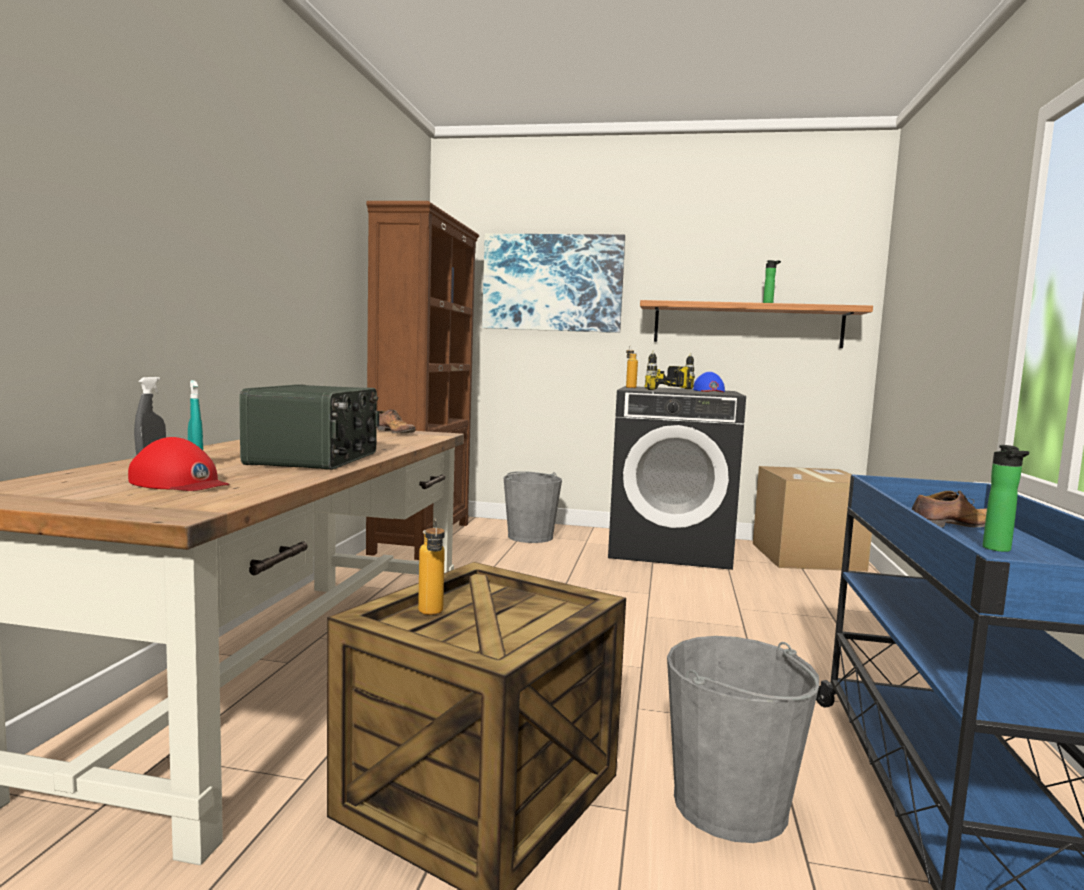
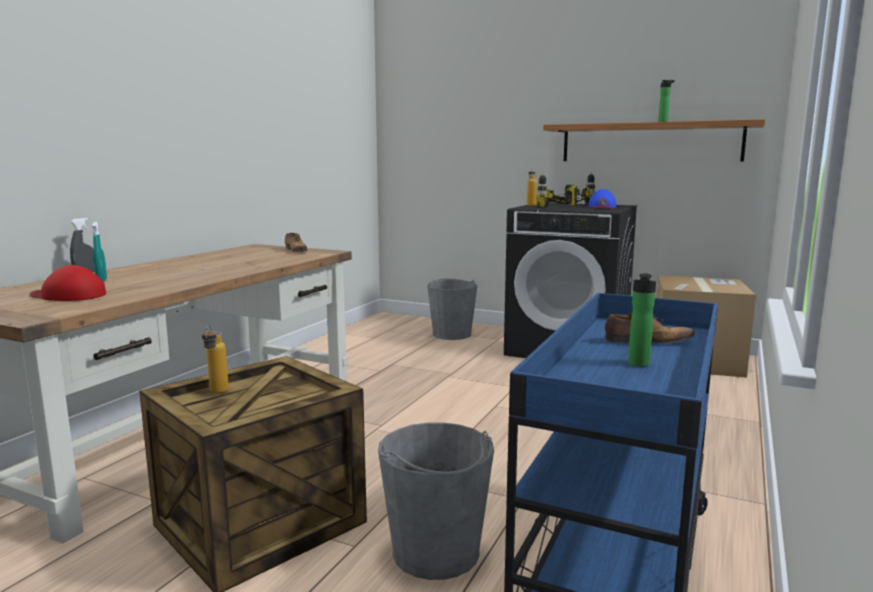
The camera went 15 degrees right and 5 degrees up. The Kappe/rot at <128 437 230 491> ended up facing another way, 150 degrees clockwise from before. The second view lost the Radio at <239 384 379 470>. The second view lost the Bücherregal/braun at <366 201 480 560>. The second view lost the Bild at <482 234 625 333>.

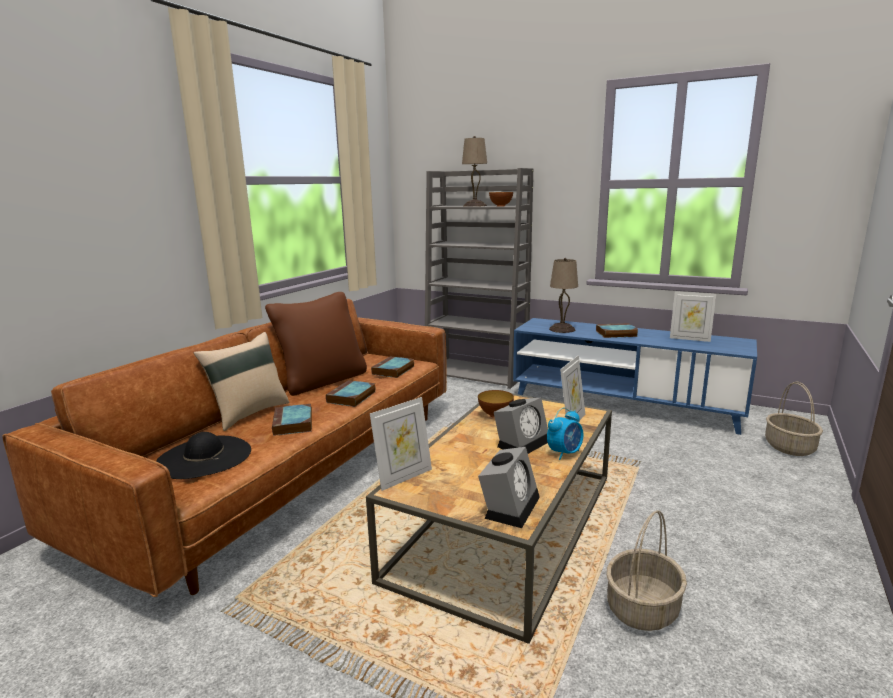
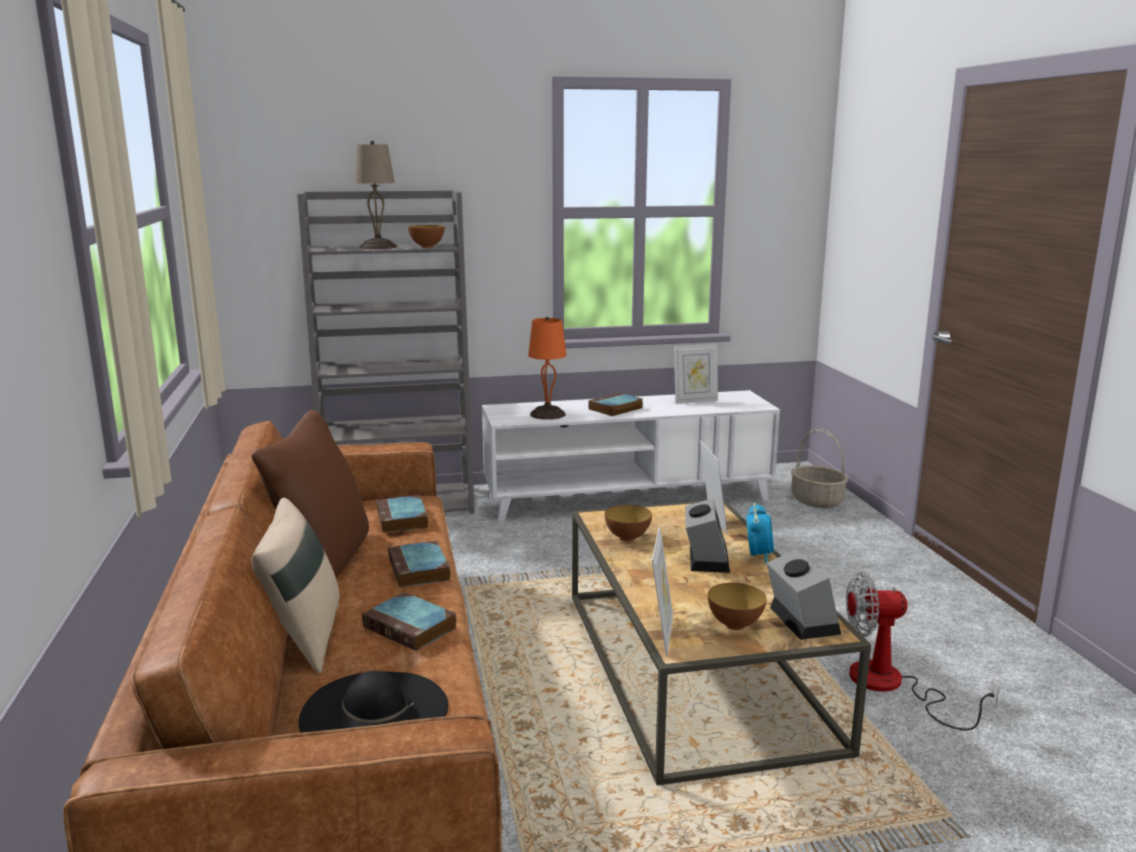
The camera went 40 degrees left and 0 degrees up. What was the Fernsehschrank/blau at <513 318 757 435> turned into the Fernsehschrank/weiß at <482 390 780 522>. What was the Tischlampe/beige at <549 258 578 333> turned into the Tischlampe/orange at <528 317 567 420>. The second view gained the Schüssel at <708 583 767 630>. Where the Korb stood at <606 510 687 631>, the Ventilator came to stand at <846 572 999 730>.

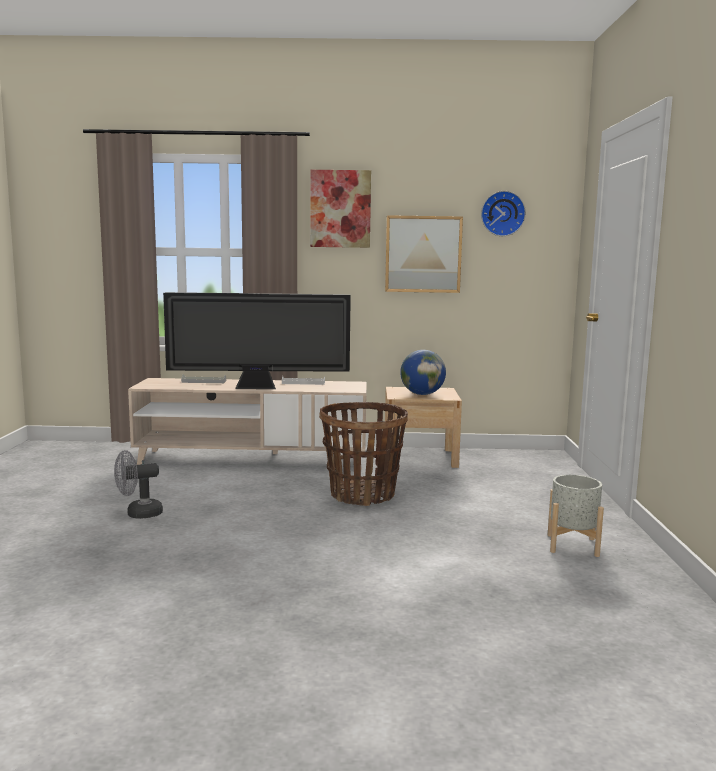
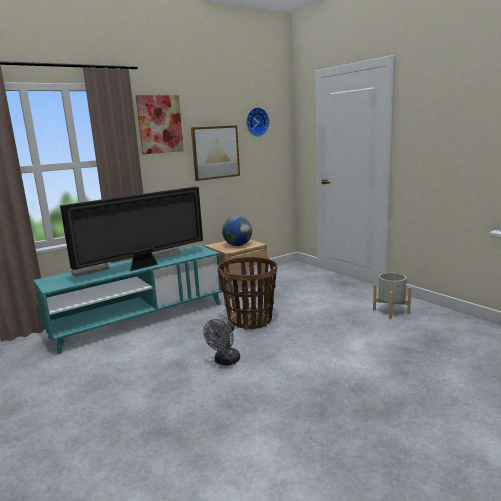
The camera went 35 degrees left and 5 degrees up. What was the Fernsehschrank/beige at <128 378 367 470> turned into the Fernsehschrank/türkis at <33 245 223 354>. The Ventilator/grau ended up elsewhere, having gone from <114 450 163 519> to <204 319 240 365>.

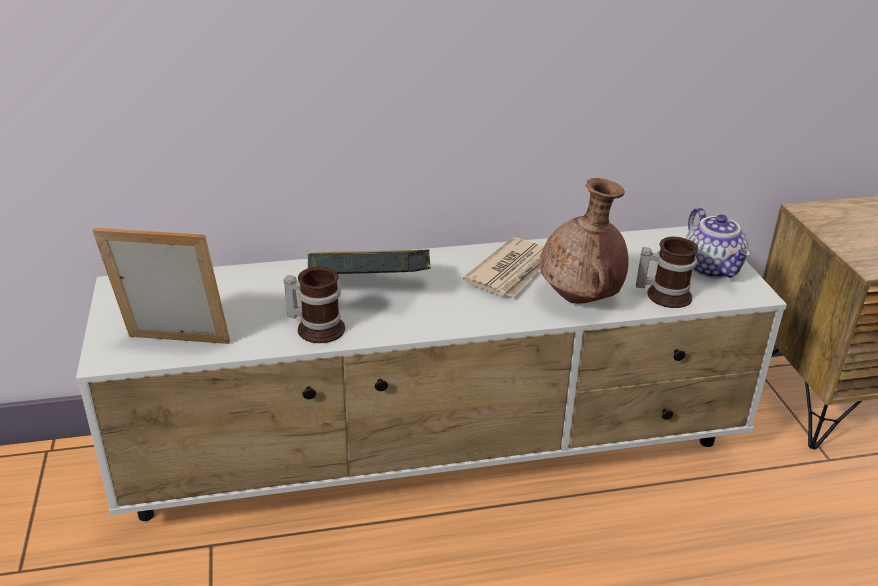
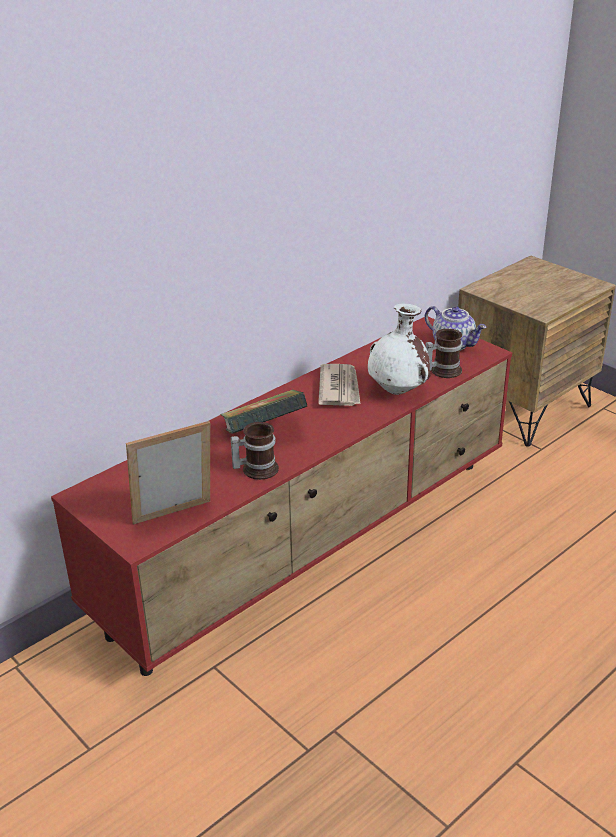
The camera went 30 degrees left and 0 degrees up. What was the Fernsehschrank/weiß at <76 226 787 521> turned into the Fernsehschrank/rot at <51 317 512 676>. What was the Vase/braun at <540 178 629 304> turned into the Vase/weiß at <368 303 430 395>.

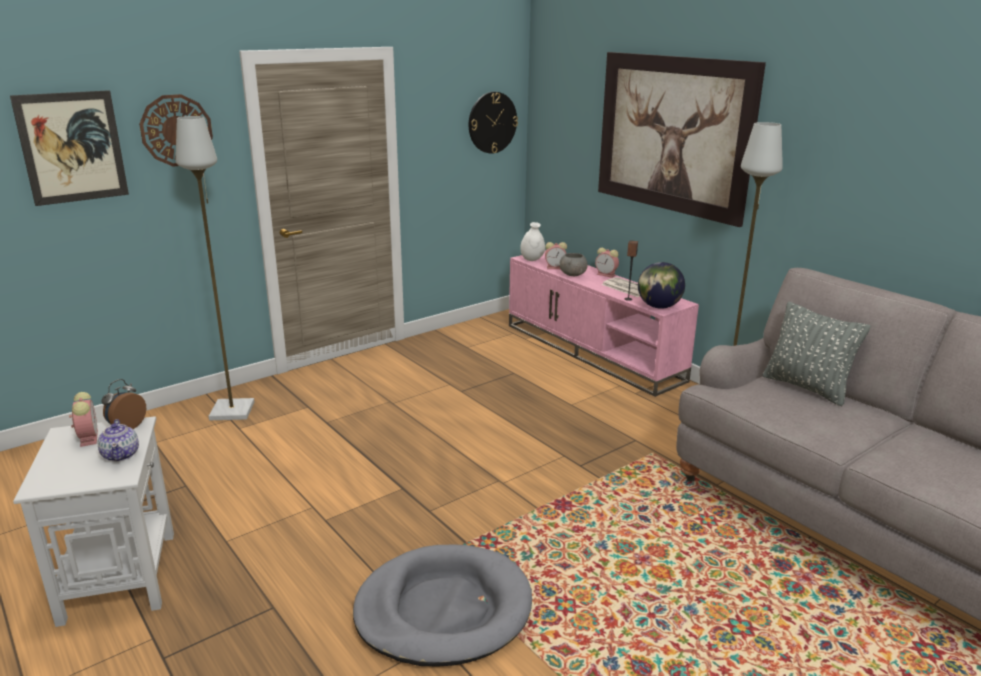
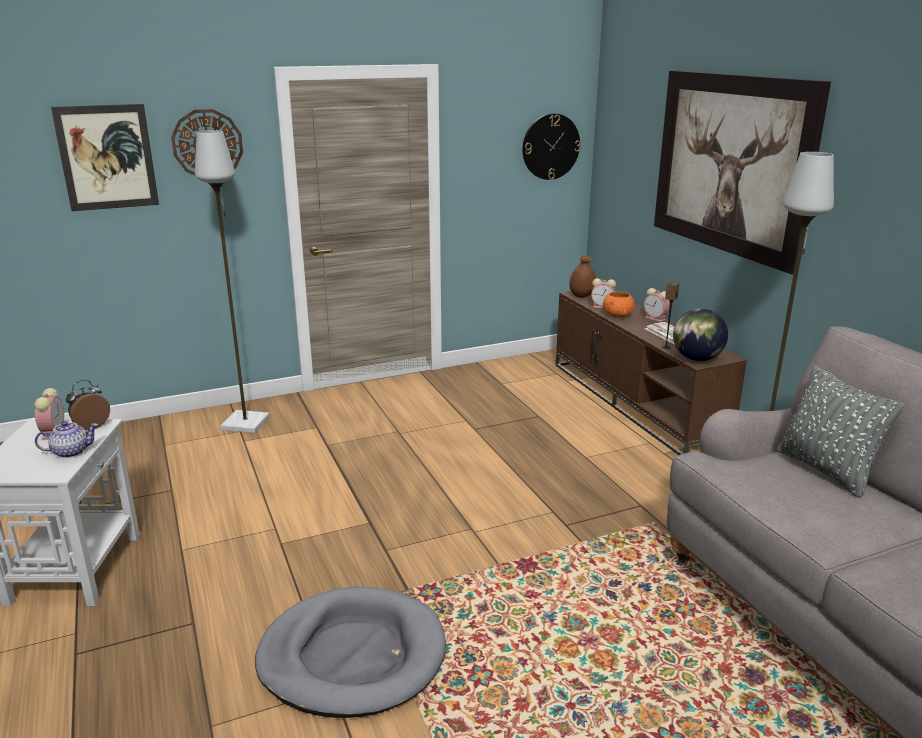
The camera went 15 degrees right and 0 degrees up. The Teekanne at <97 419 139 462> ended up facing another way, 105 degrees counterclockwise from before. What was the Fernsehschrank/rosa at <509 250 699 397> turned into the Fernsehschrank/braun at <556 291 747 455>. What was the Vase/weiß at <520 222 545 261> turned into the Vase/braun at <569 256 596 298>. What was the Schüssel/grau at <559 253 588 276> turned into the Schüssel/orange at <603 292 634 318>.

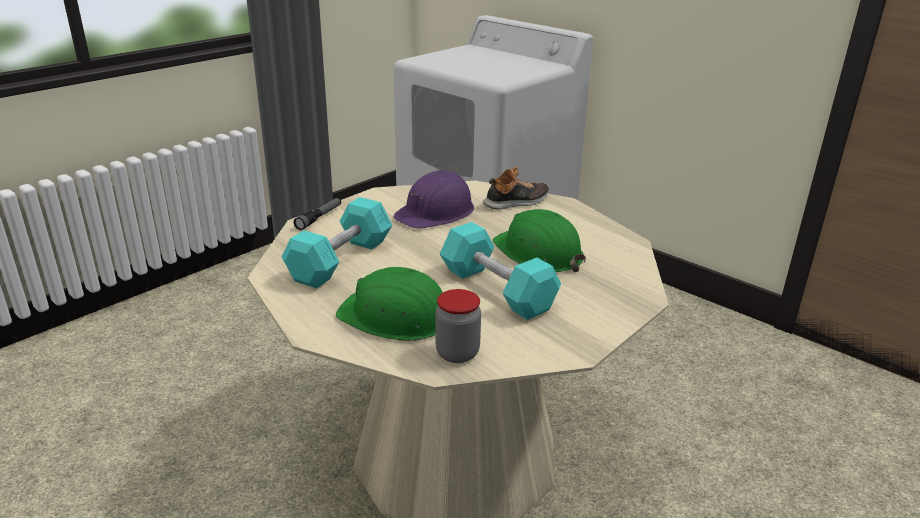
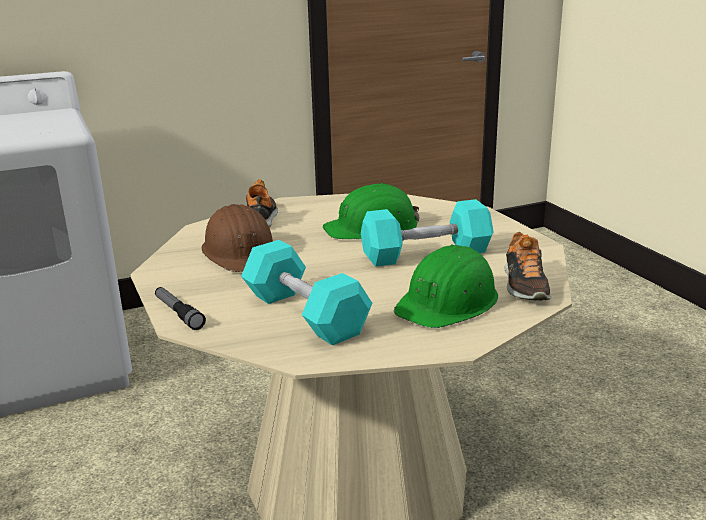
The camera went 65 degrees left and 5 degrees down. What was the Schutzhelm/lila at <393 170 474 229> turned into the Schutzhelm/braun at <202 204 273 272>. Where the Vorratsglas stood at <435 289 481 363>, the Schuh came to stand at <504 232 551 301>.

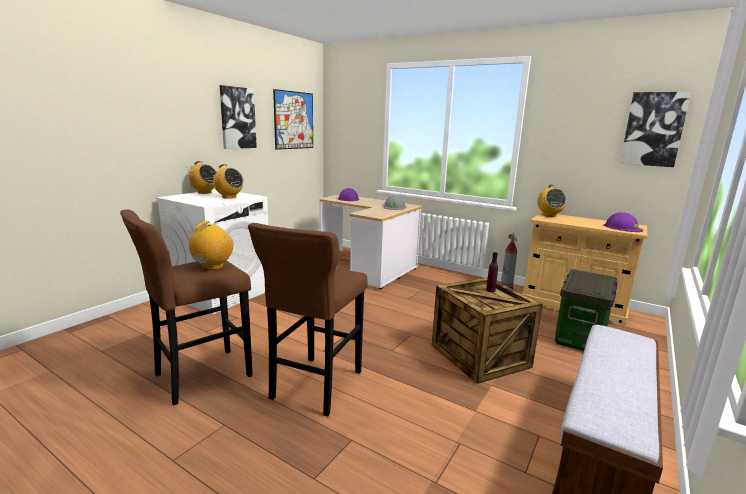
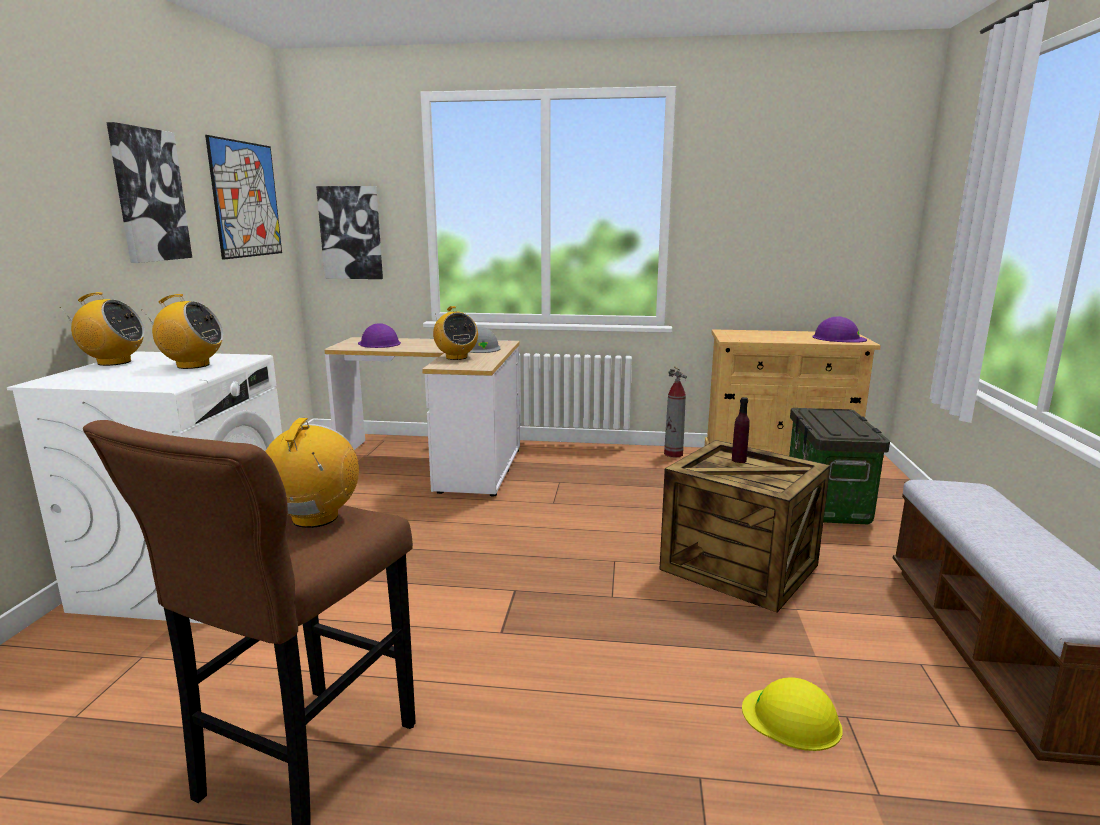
The camera went 25 degrees left and 0 degrees up. The Bild ended up elsewhere, having gone from <620 92 691 167> to <316 186 383 279>. The Radio ended up elsewhere, having gone from <537 185 567 217> to <433 306 478 360>. The second view gained the Schutzhelm/gelb at <742 677 843 751>. The second view lost the Hocker/braun at <248 223 368 417>.

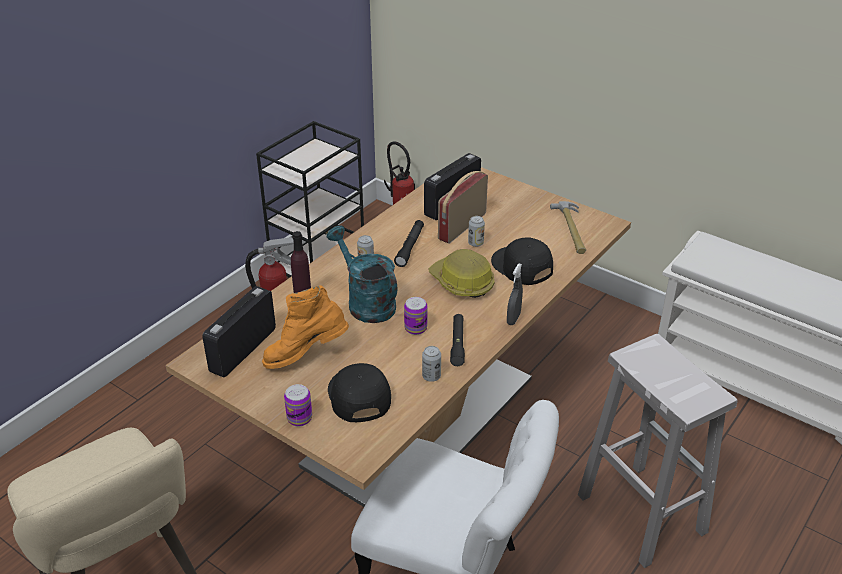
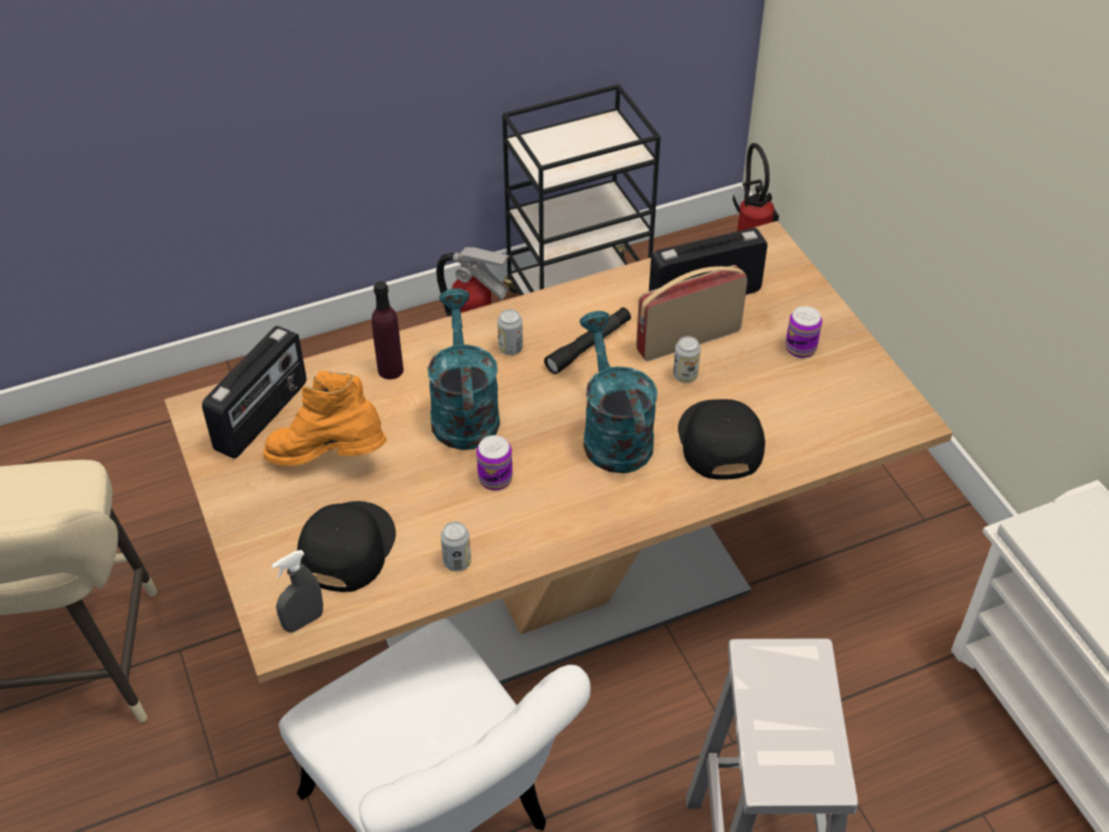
The camera went 30 degrees right and 10 degrees up. The Radio at <202 286 276 377> ended up facing another way, 150 degrees clockwise from before. The Sprühflasche/grau ended up elsewhere, having gone from <507 263 523 325> to <271 550 323 632>. Where the Schutzhelm stood at <429 249 494 298>, the Gießkanne/türkis came to stand at <579 311 657 473>. The Dose ended up elsewhere, having gone from <284 384 312 426> to <786 306 822 358>. The second view lost the Taschenlampe/schwarz at <450 314 465 366>. The second view lost the Hammer at <550 201 586 254>.

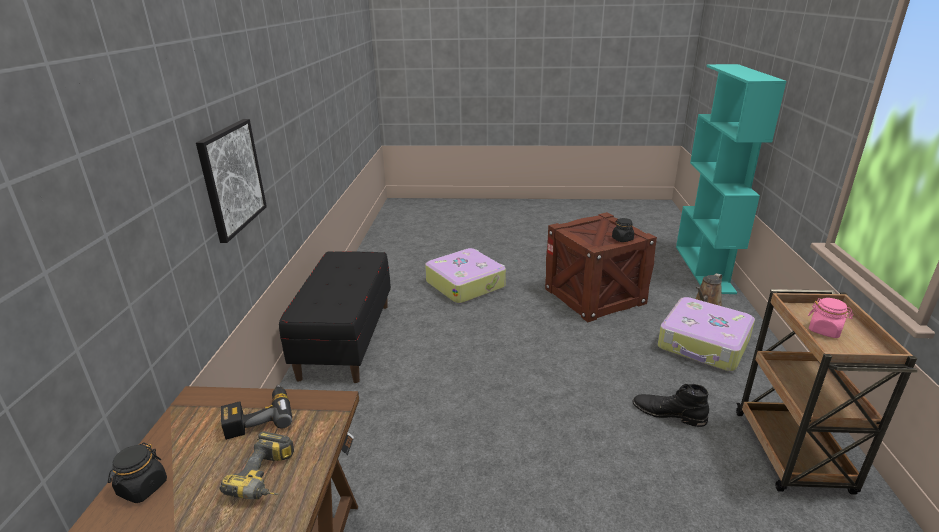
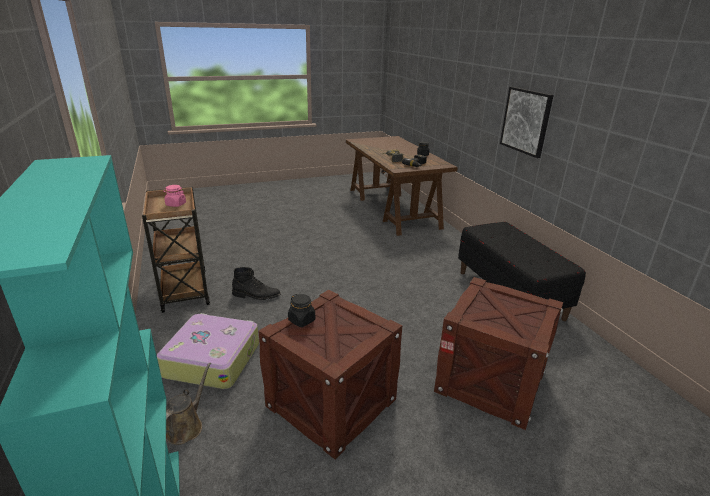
The camera went 155 degrees right and 0 degrees up. Where the Koffer stood at <425 248 506 304>, the Kiste came to stand at <434 277 563 430>.

